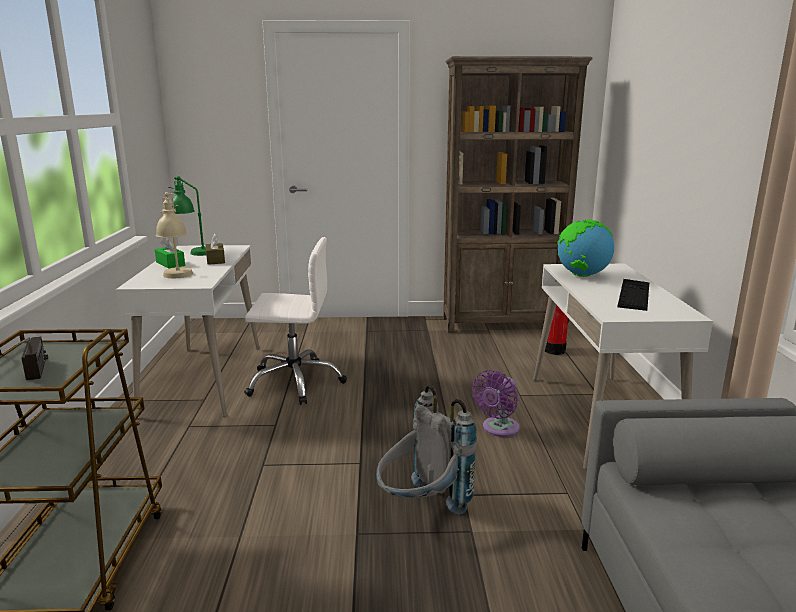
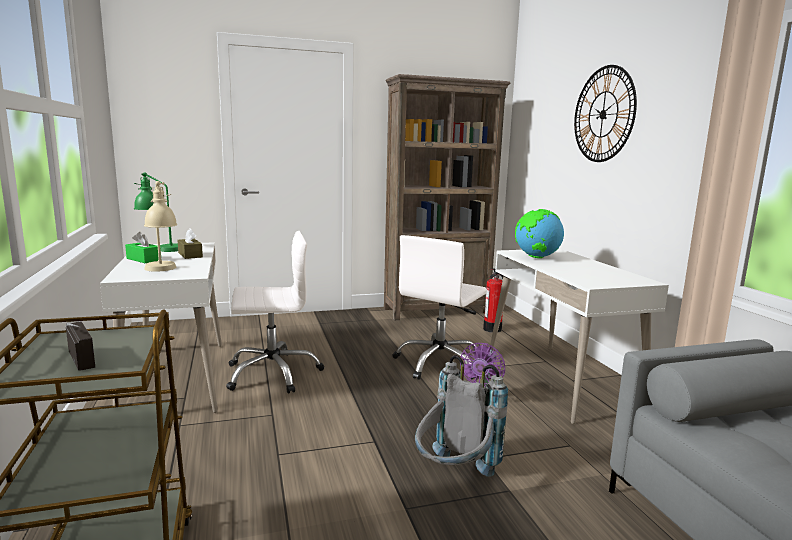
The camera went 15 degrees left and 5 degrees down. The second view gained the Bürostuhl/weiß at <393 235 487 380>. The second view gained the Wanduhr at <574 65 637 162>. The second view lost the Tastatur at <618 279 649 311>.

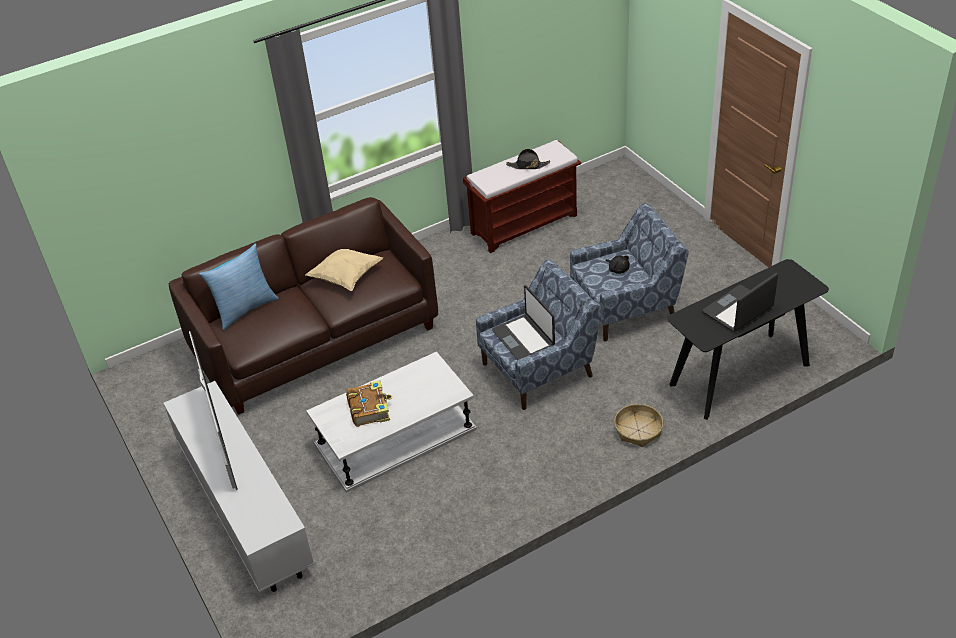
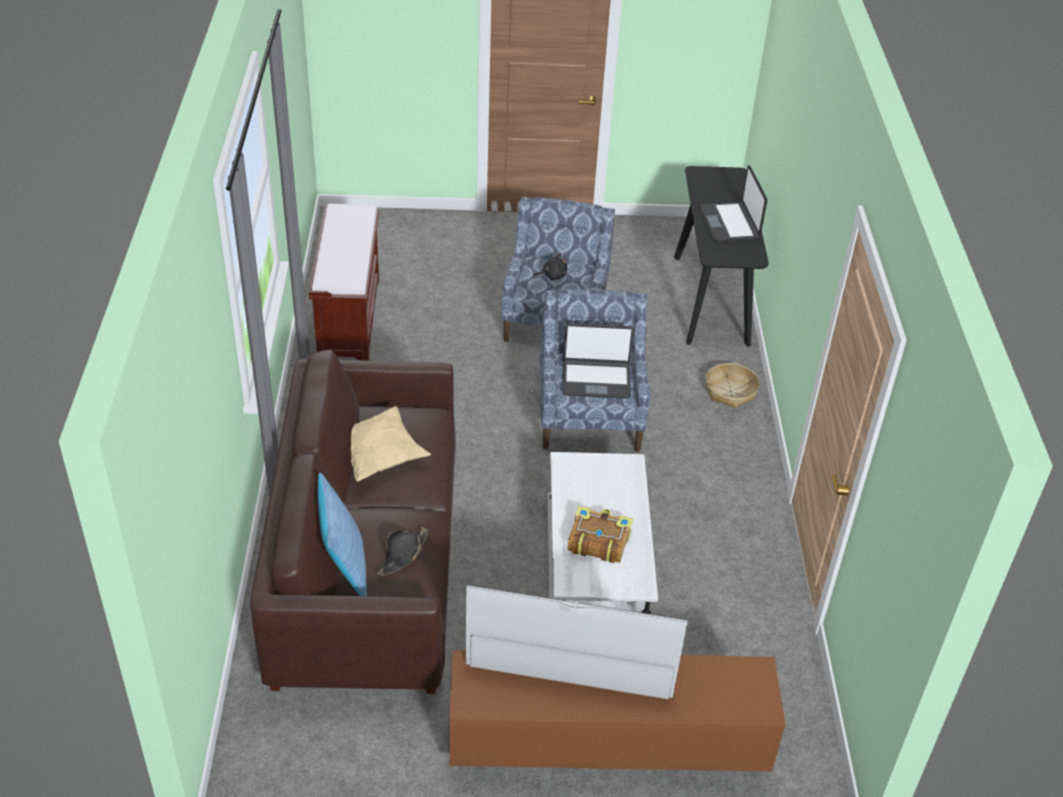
The camera went 65 degrees left and 0 degrees up. The Hut/schwarz ended up elsewhere, having gone from <506 149 550 169> to <377 527 428 576>. What was the Fernsehschrank/weiß at <163 381 314 592> turned into the Fernsehschrank/braun at <449 650 786 772>.

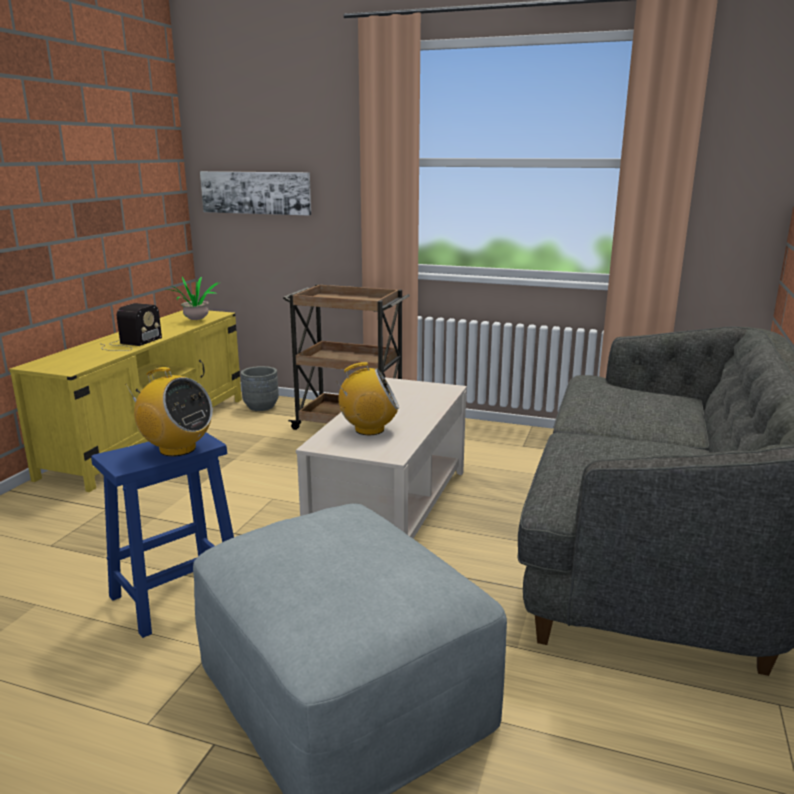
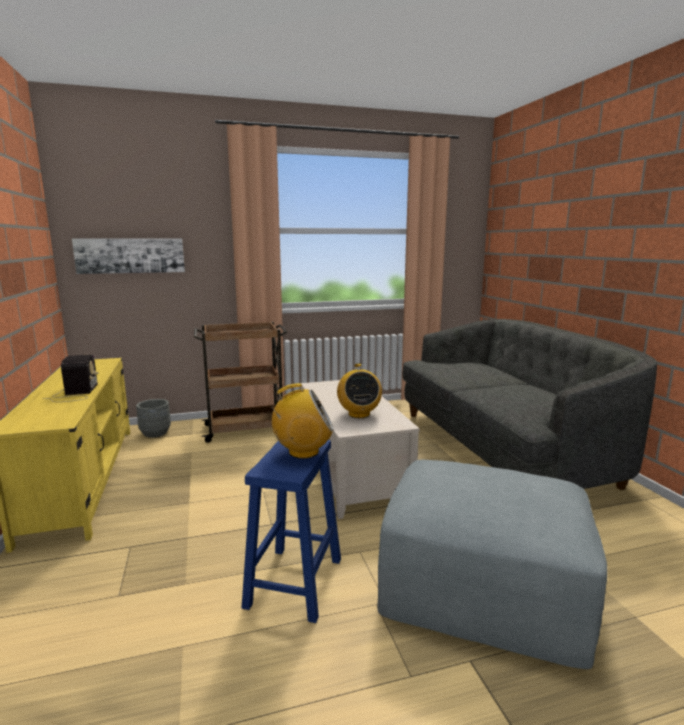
The camera went 35 degrees left and 5 degrees down. The Radio at <336 362 399 435> ended up facing another way, 120 degrees clockwise from before. The second view lost the Topfpflanze at <165 277 219 320>.

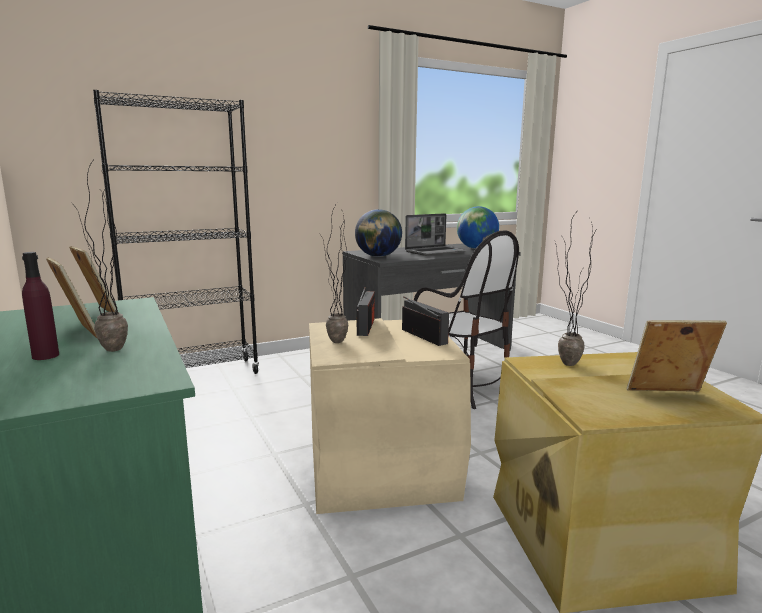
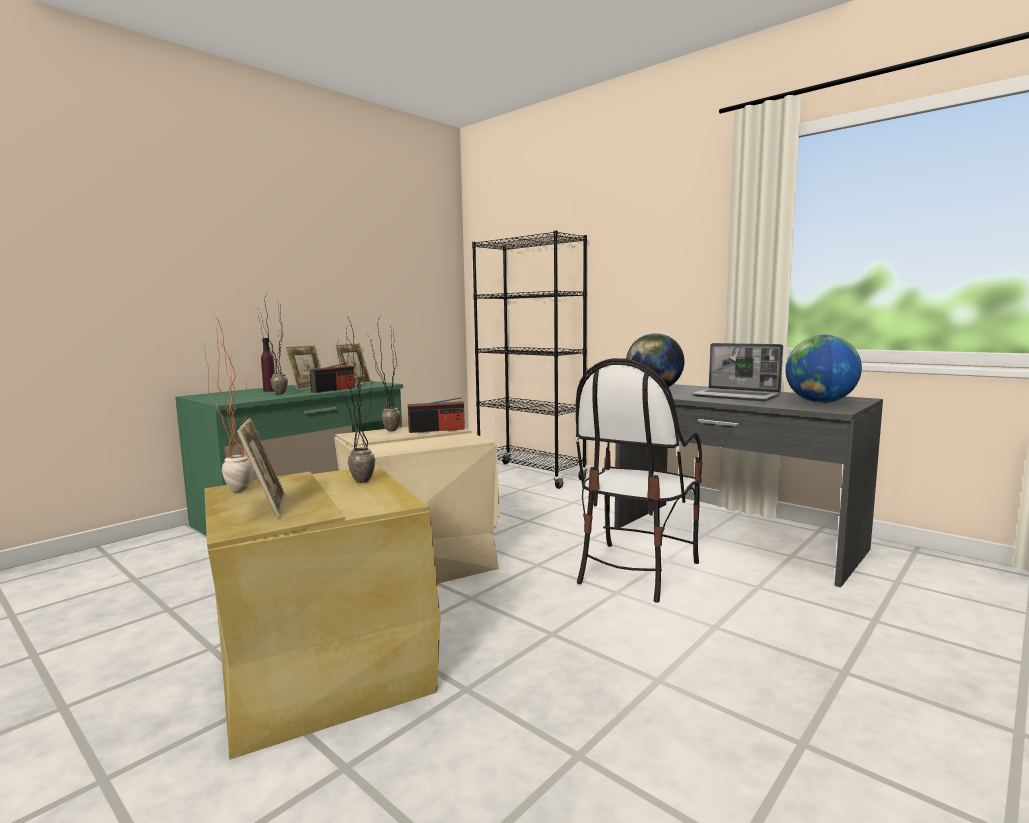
The camera went 70 degrees right and 5 degrees down. The second view gained the Topfpflanze at <204 319 253 492>. The Radio ended up elsewhere, having gone from <402 296 449 346> to <310 362 355 393>.

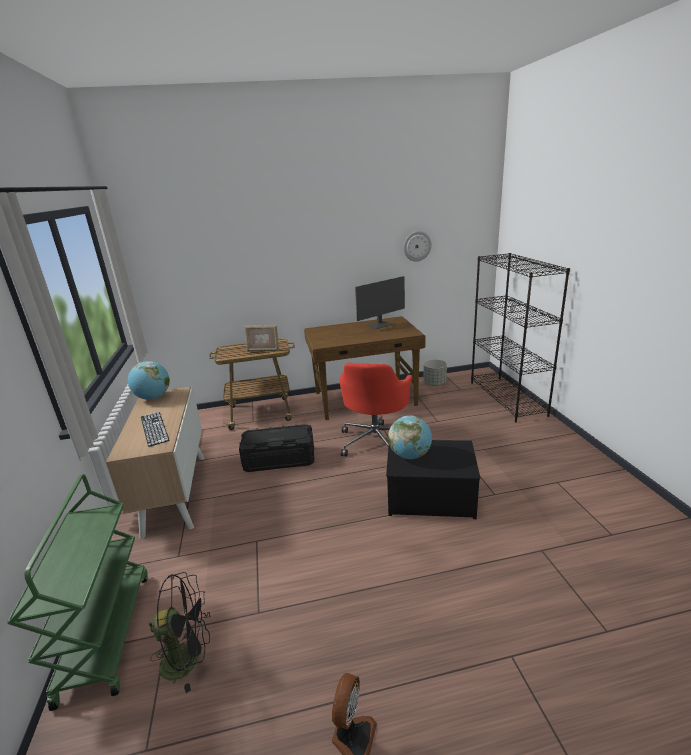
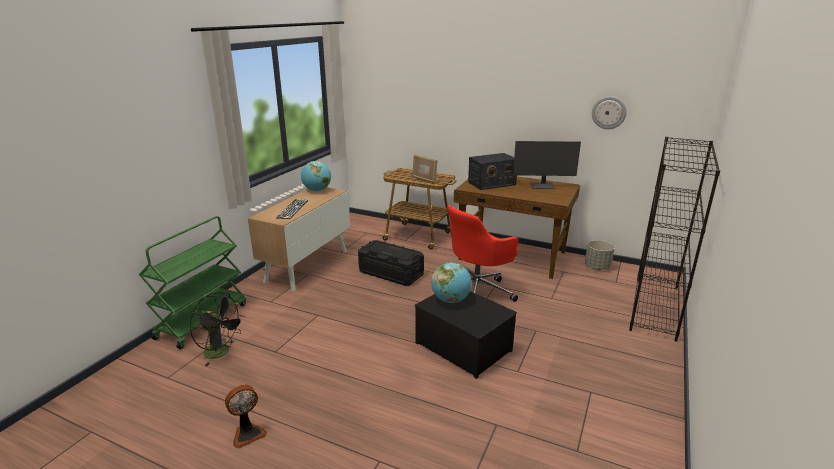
The camera went 35 degrees right and 0 degrees up. The second view gained the Radio at <468 153 517 190>.

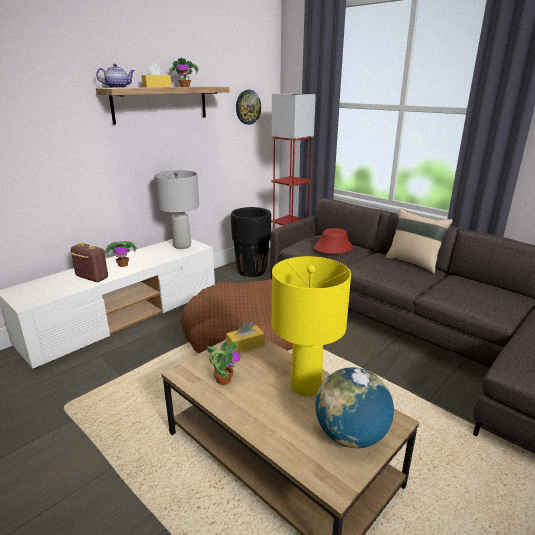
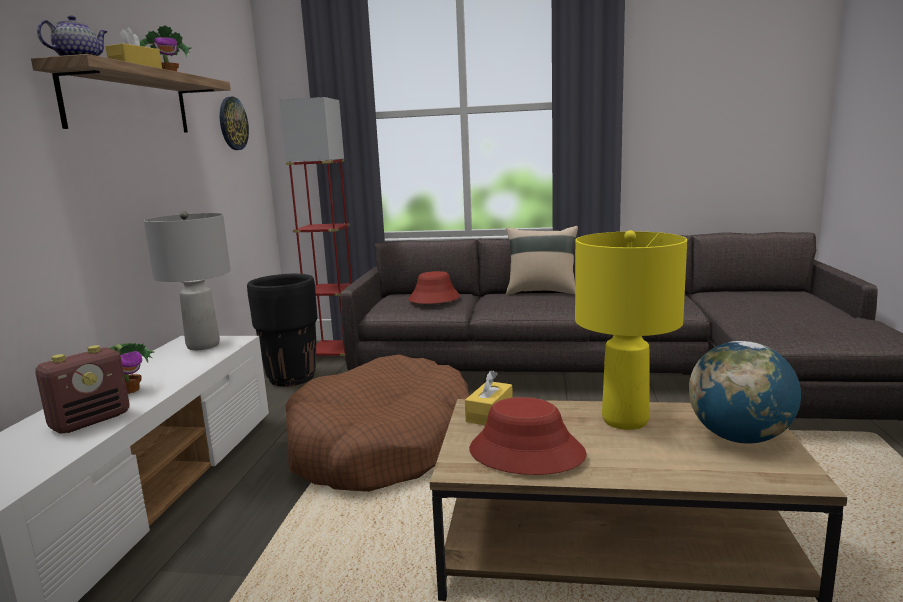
The camera went 35 degrees left and 10 degrees down. The Radio at <69 242 108 282> ended up facing another way, 135 degrees clockwise from before. Where the Topfpflanze stood at <207 341 241 385>, the Hut/rot came to stand at <469 397 586 475>.

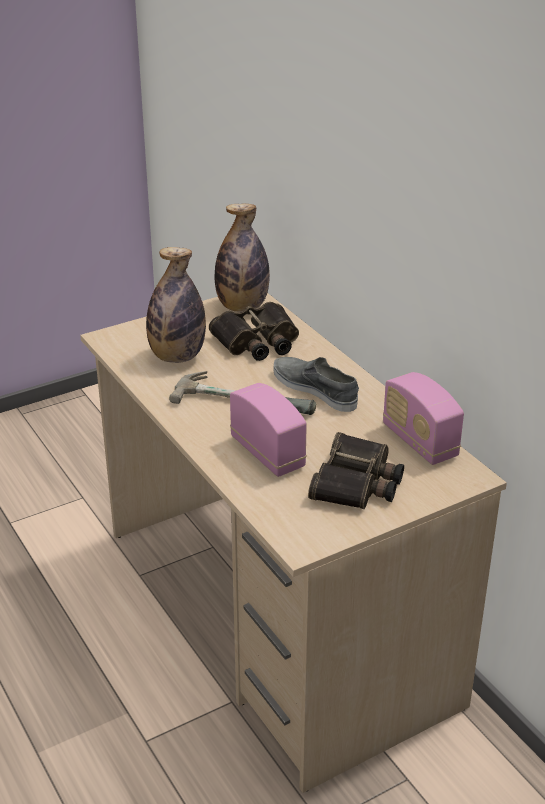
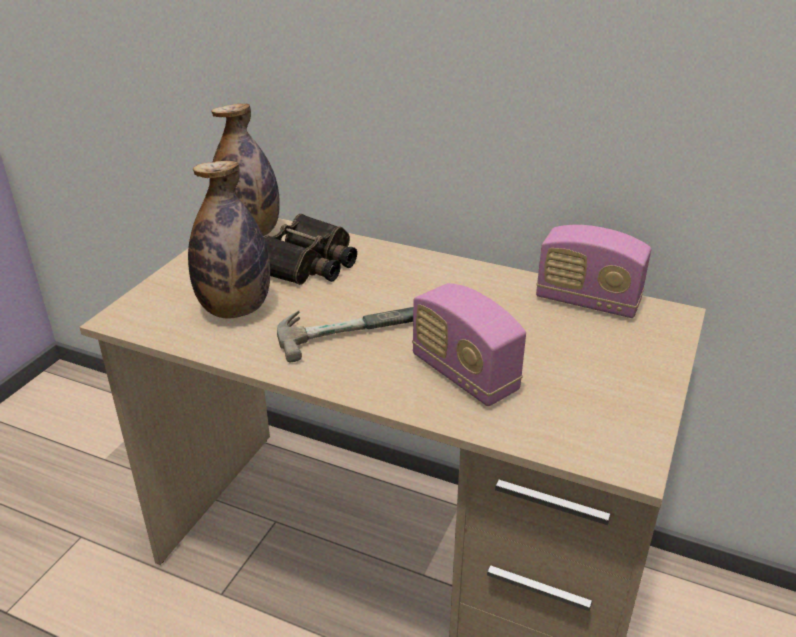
The camera went 35 degrees left and 0 degrees up. The Radio at <230 383 307 477> ended up facing another way, 150 degrees counterclockwise from before. The second view lost the Schuh/grau at <273 357 359 412>. The second view lost the Fernglas at <308 432 404 509>.

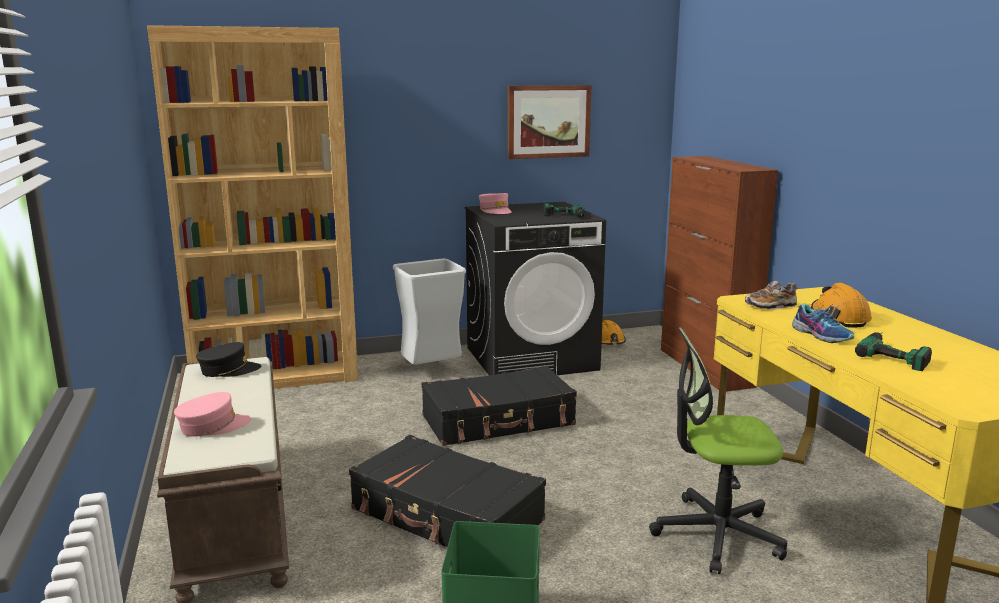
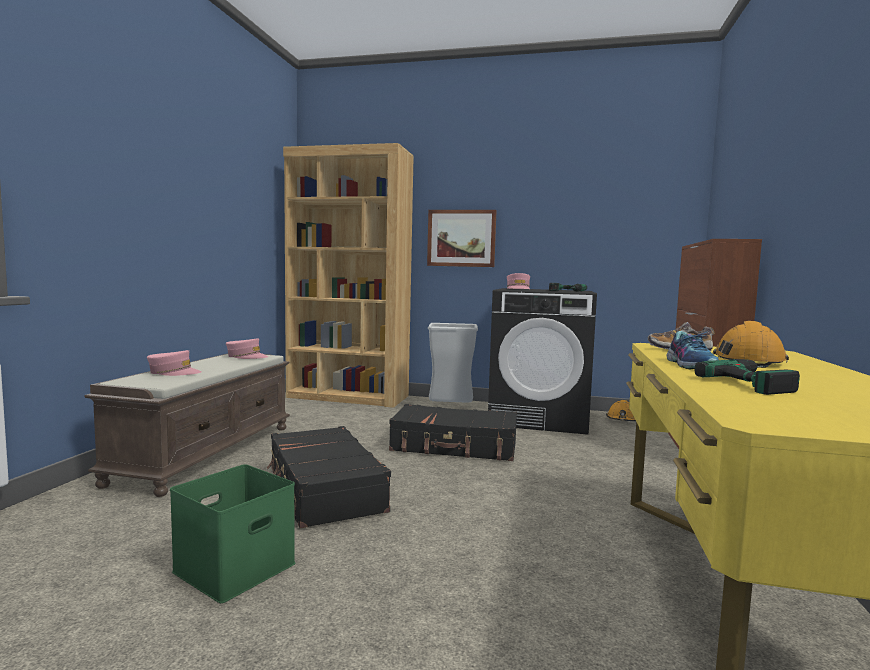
The camera went 30 degrees right and 10 degrees down. What was the Kappe/schwarz at <196 342 261 377> turned into the Kappe/rosa at <226 338 268 359>. The Bild ended up elsewhere, having gone from <508 85 592 159> to <427 210 497 267>. The second view lost the Bürostuhl at <649 328 787 574>.

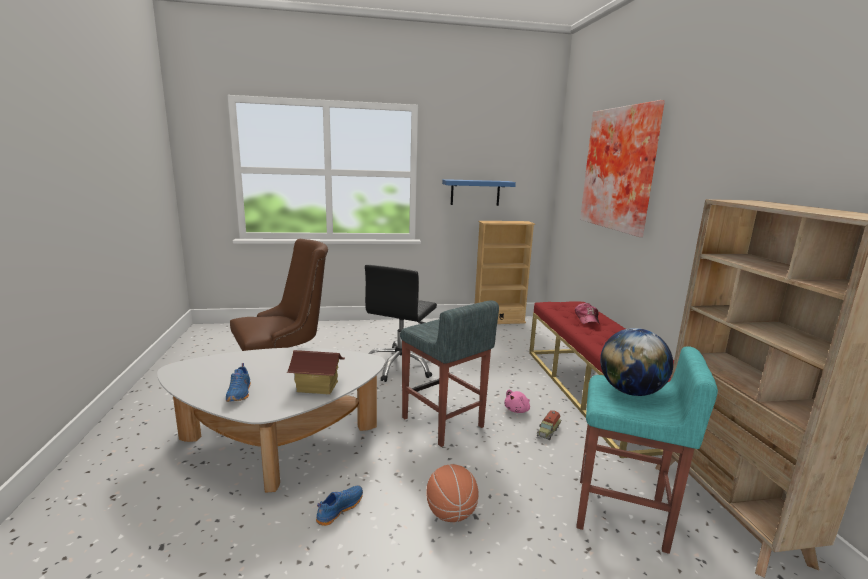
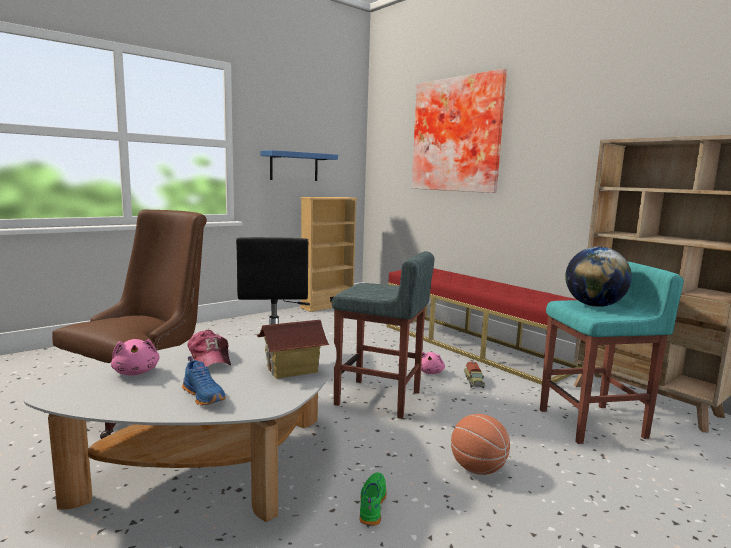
The camera went 30 degrees left and 5 degrees down. The second view gained the Plüschtier/rosa at <111 339 159 376>. The Kappe ended up elsewhere, having gone from <575 303 600 324> to <187 330 231 367>. What was the Schuh/blau at <316 486 363 526> turned into the Schuh/grün at <359 473 387 526>.

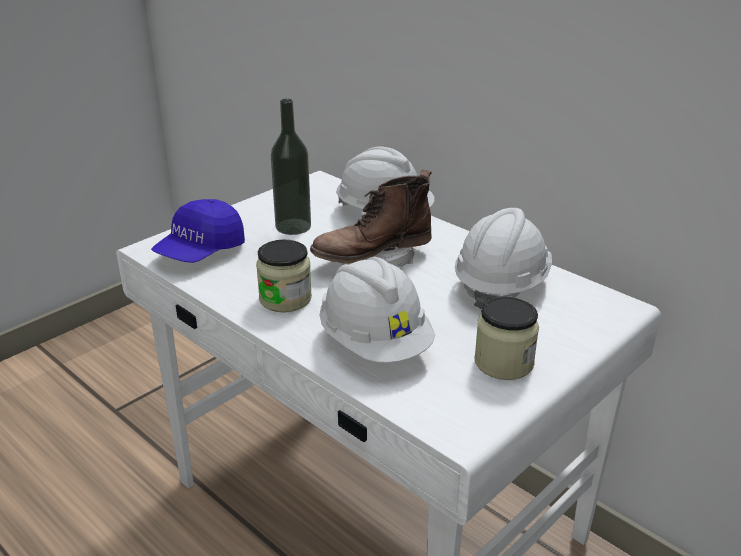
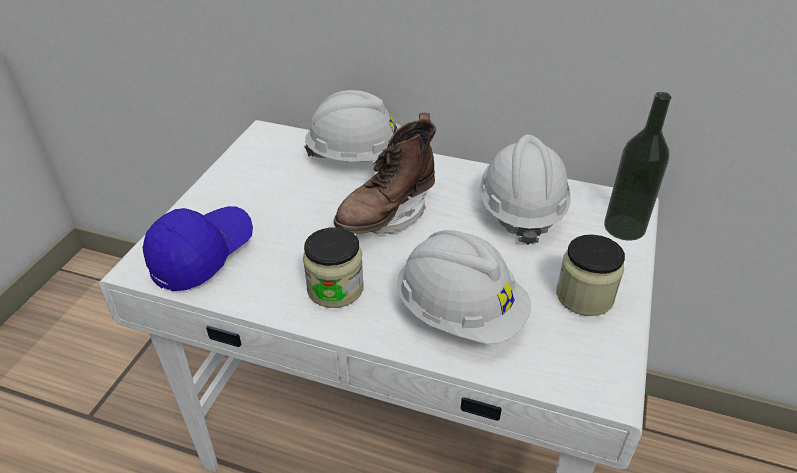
The camera went 25 degrees left and 10 degrees up. The Kappe/blau at <151 199 245 263> ended up facing another way, 150 degrees counterclockwise from before. The Flasche ended up elsewhere, having gone from <271 99 311 235> to <604 92 671 241>.

